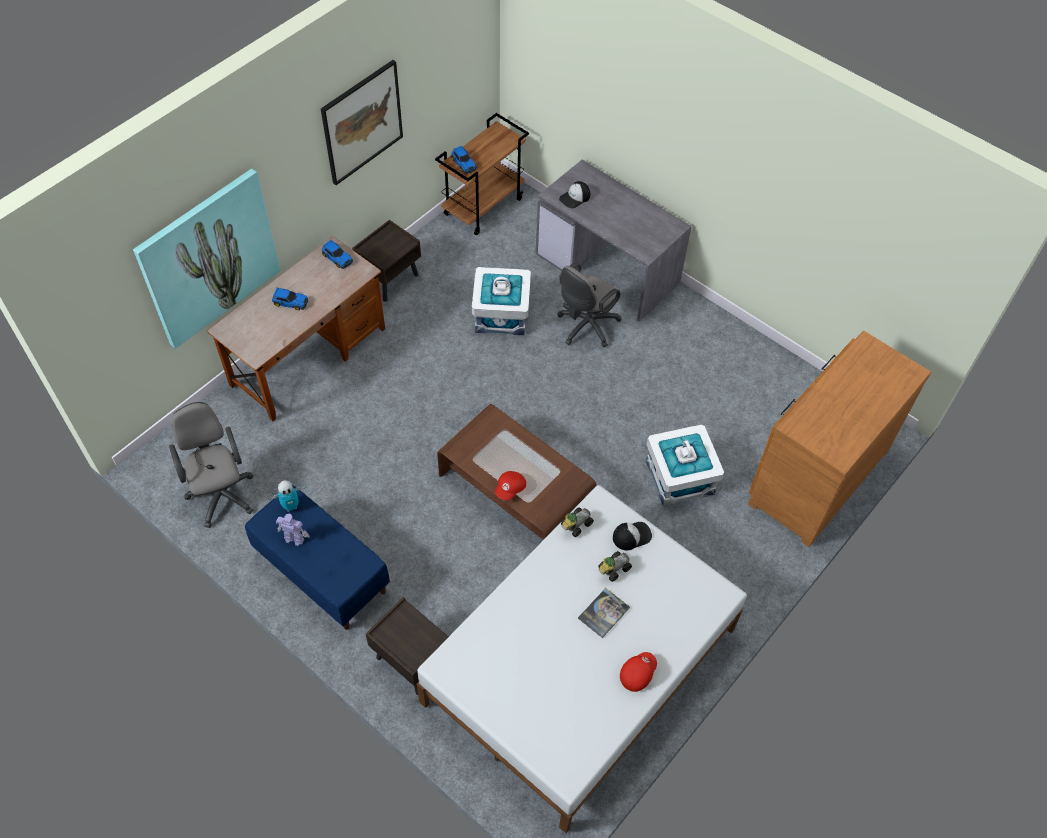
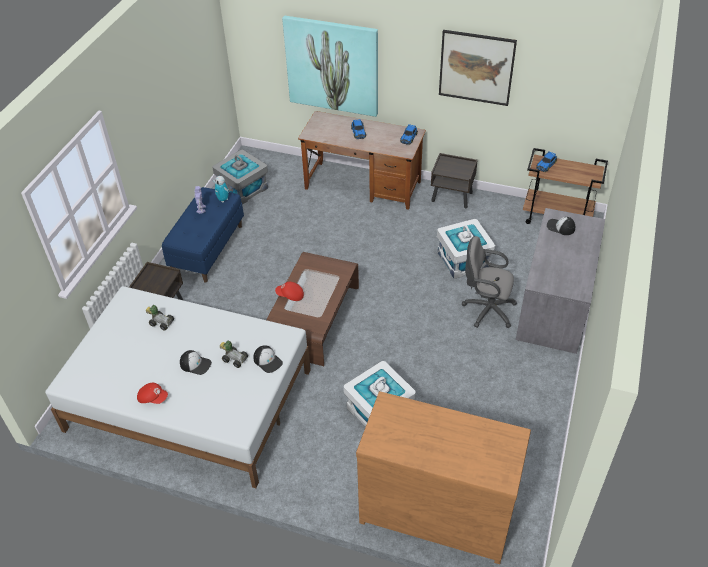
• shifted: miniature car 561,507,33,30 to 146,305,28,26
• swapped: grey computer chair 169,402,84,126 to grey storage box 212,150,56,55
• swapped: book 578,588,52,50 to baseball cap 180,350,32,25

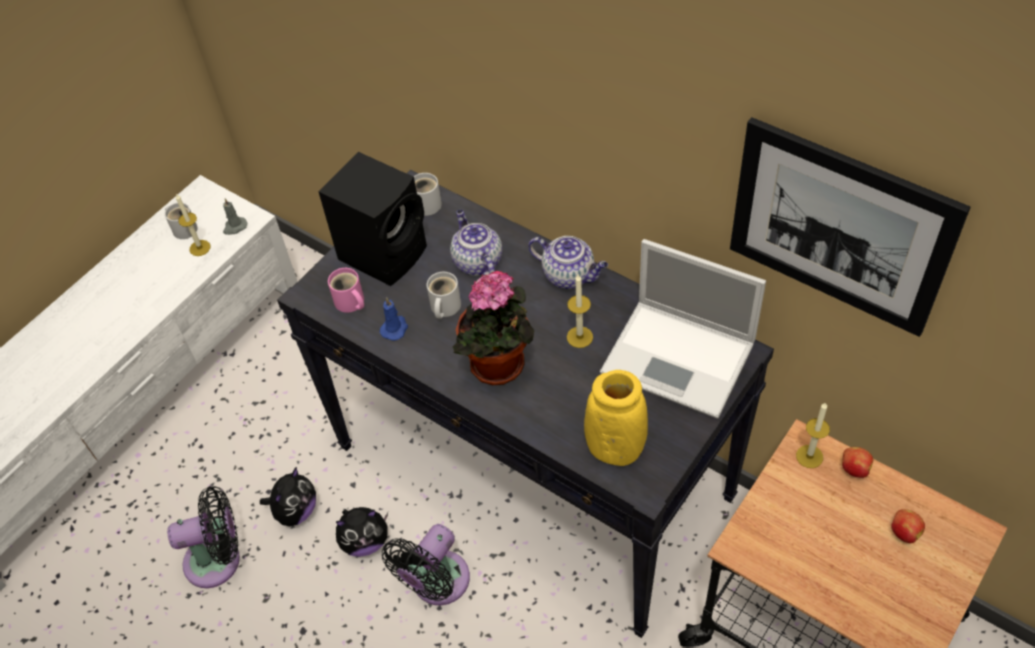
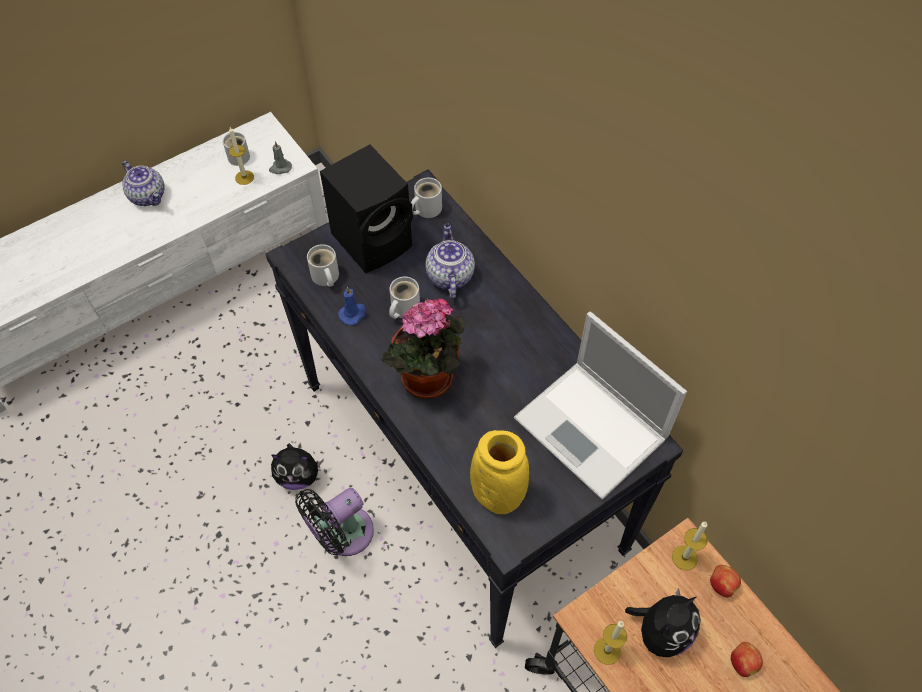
• gone: blackish fan 167,486,73,102
• gone: wall picture 730,117,241,220
• shifted: soft toy 260,467,56,59 to 625,589,76,68
• shifted: tea pot 529,236,79,53 to 122,161,43,45
• shifted: candle 567,275,26,73 to 594,621,33,44
• repainted: pink mug 328,268,36,45 to whitish mug 307,244,32,43

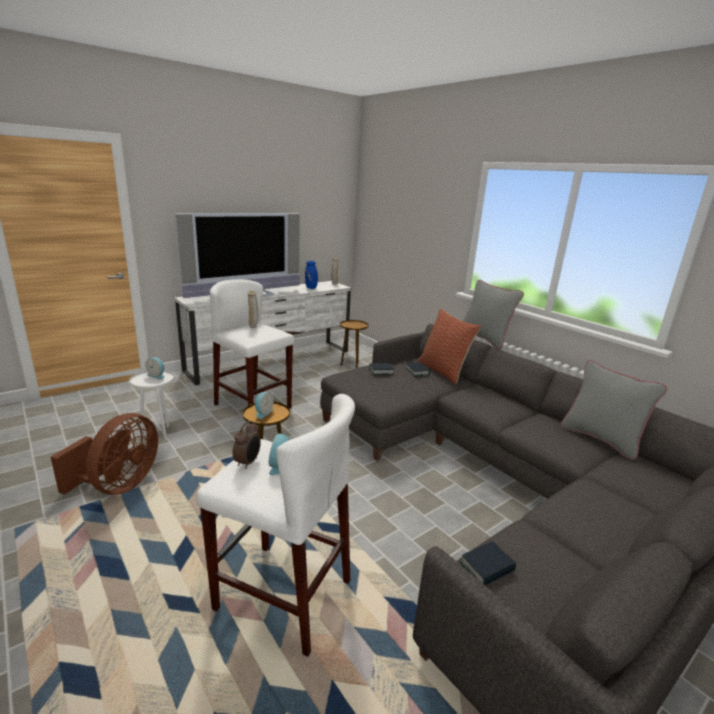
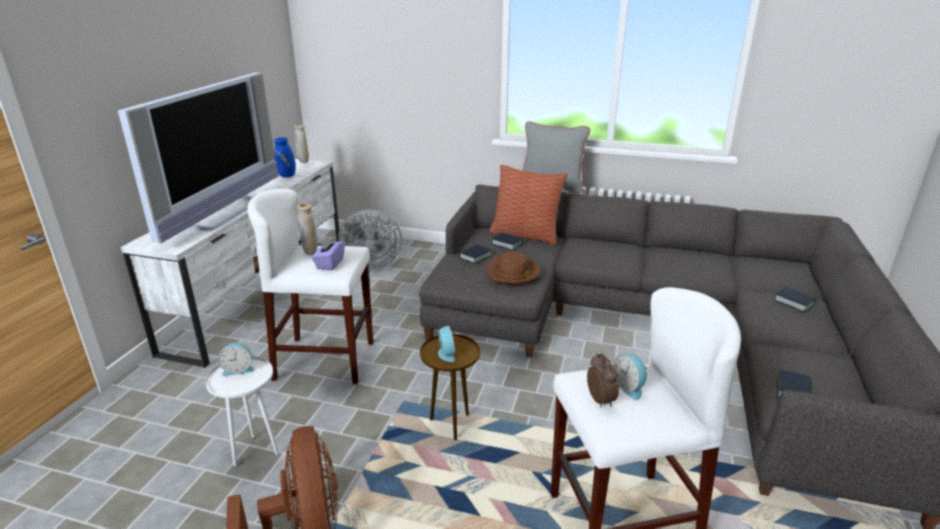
• gone: grey pillow 561,360,106,100
• new: purple-coloured tissue holder 312,236,33,34
• new: brown hat 486,251,55,34
• new: book 774,287,42,26
• swapped: brown accent table 340,320,29,48 to grey fan 338,209,64,61

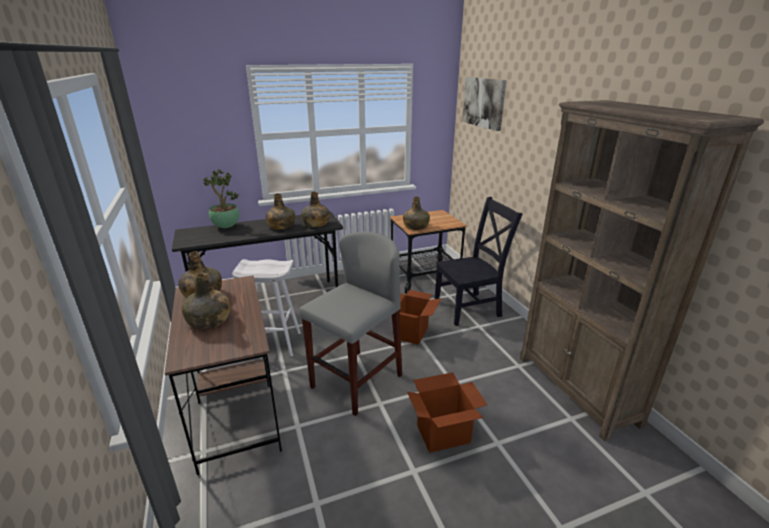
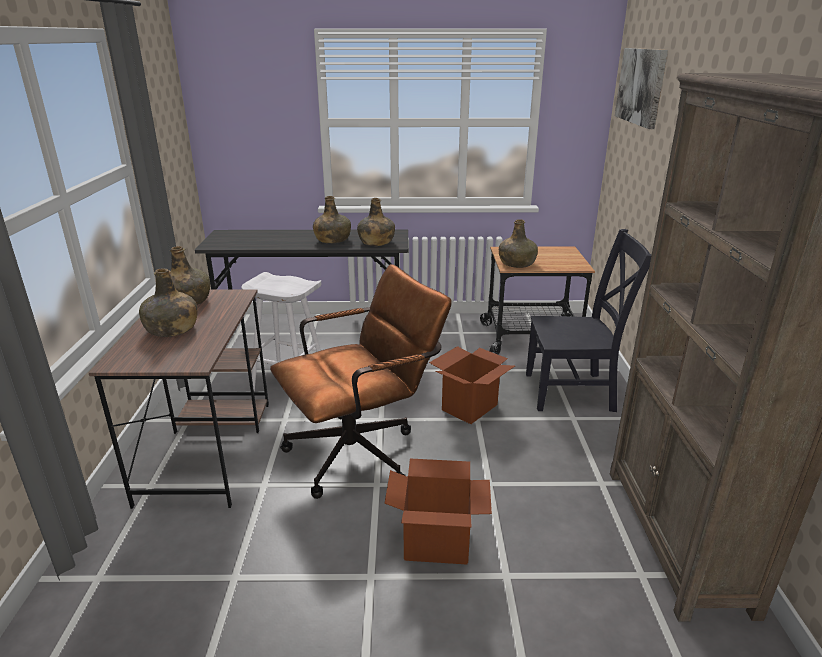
• gone: houseplant 203,169,36,59
• swapped: grey stool 299,232,103,184 to brown computer chair 270,264,182,235

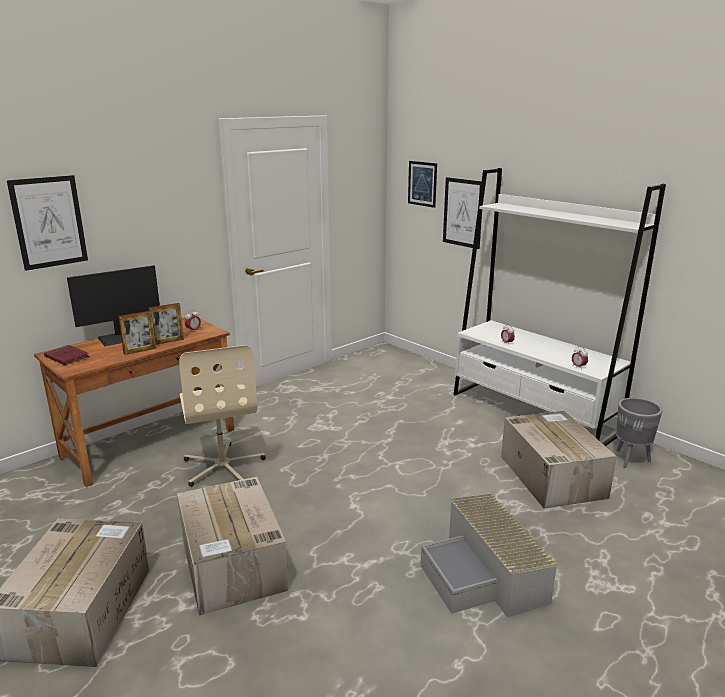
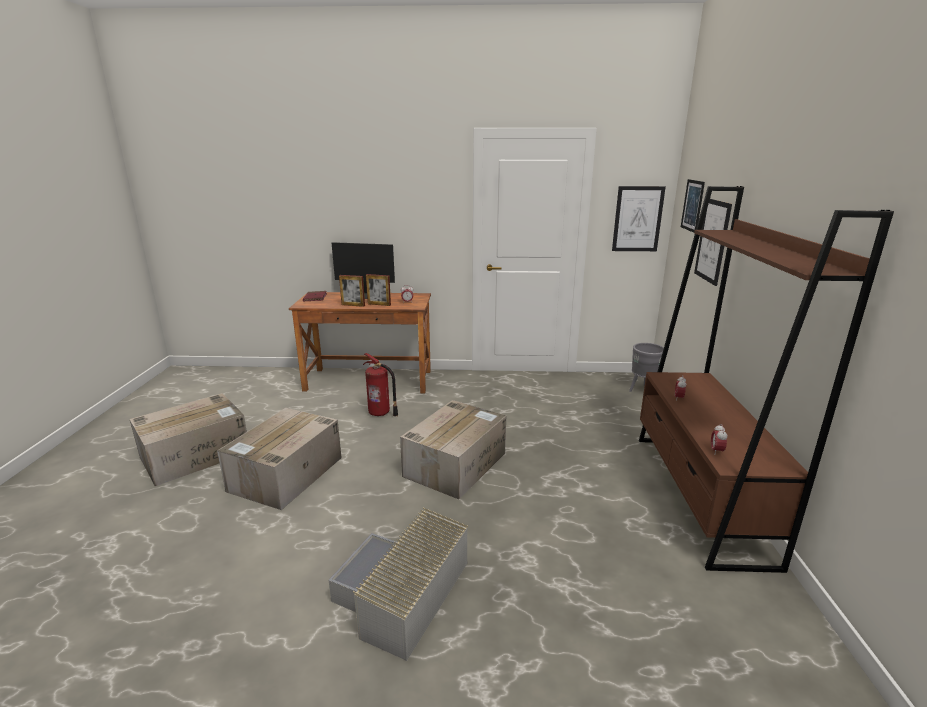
• shifted: wall picture 7,175,81,96 to 612,186,54,65
• shifted: packing box 501,411,116,98 to 400,400,106,100
• shifted: grey flower pot 616,398,46,70 to 629,343,35,49
• swapped: beige computer chair 179,345,87,142 to fire extinguisher 363,353,35,64
• repainted: whitish bookcase 454,168,212,278 to brown bookcase 639,186,255,387

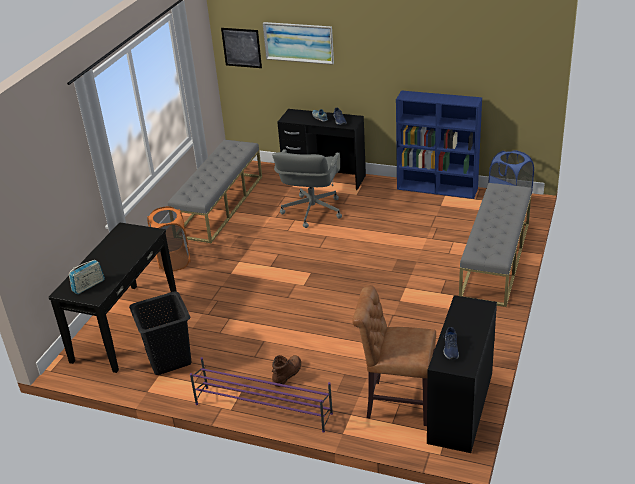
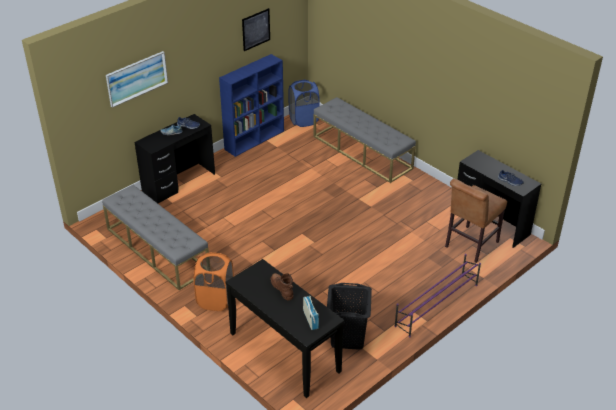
• gone: grey computer chair 272,150,70,78
• shifted: wall picture 221,28,41,40 to 242,8,28,43
• shifted: brown tall boot 272,355,29,32 to 270,273,24,27

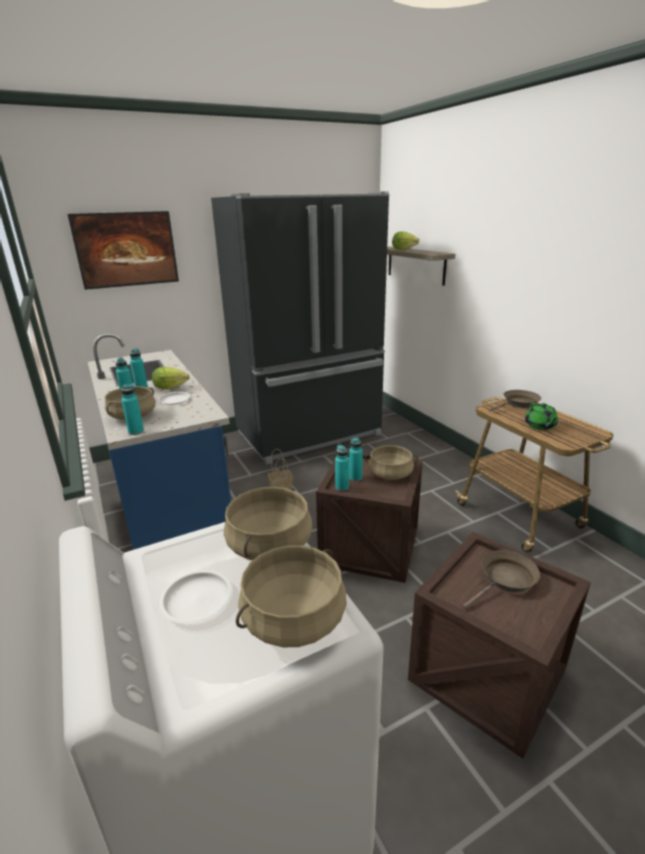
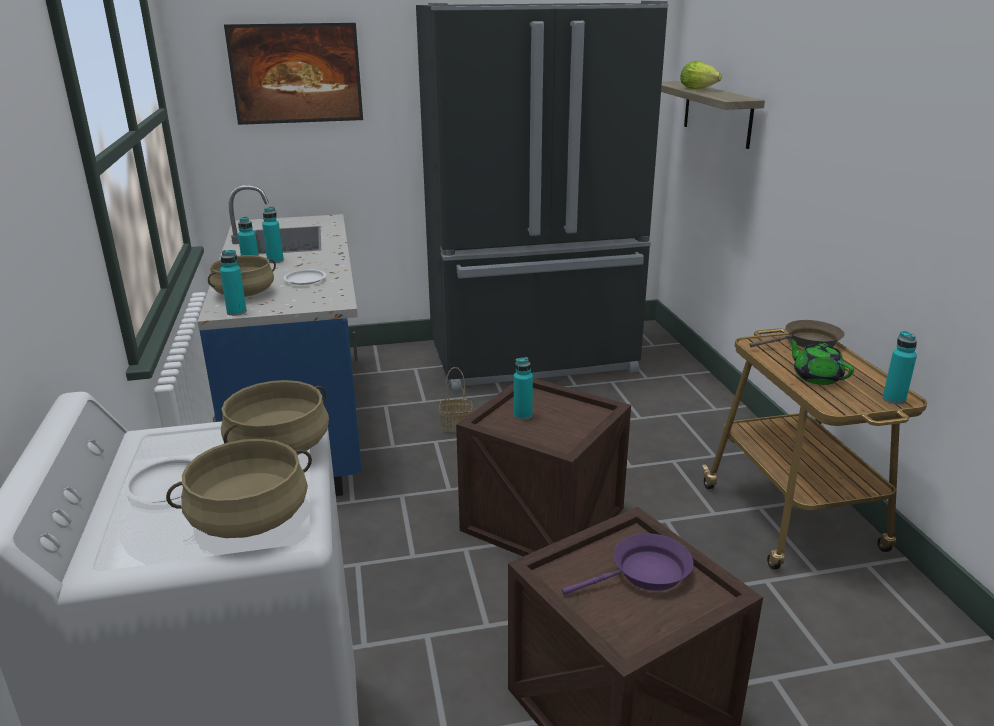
• gone: lettuce head 152,367,38,22
• gone: beige cooking pot 365,445,53,35
• shifted: turquoise-coloured beverage bottle 335,445,14,46 to 882,331,35,74
• repainted: brown frying pan 463,550,77,59 to purple-coloured frying pan 562,533,131,62
• rotated: greenish tea pot 525,403,33,27 = 788,338,66,47 135 degrees clockwise

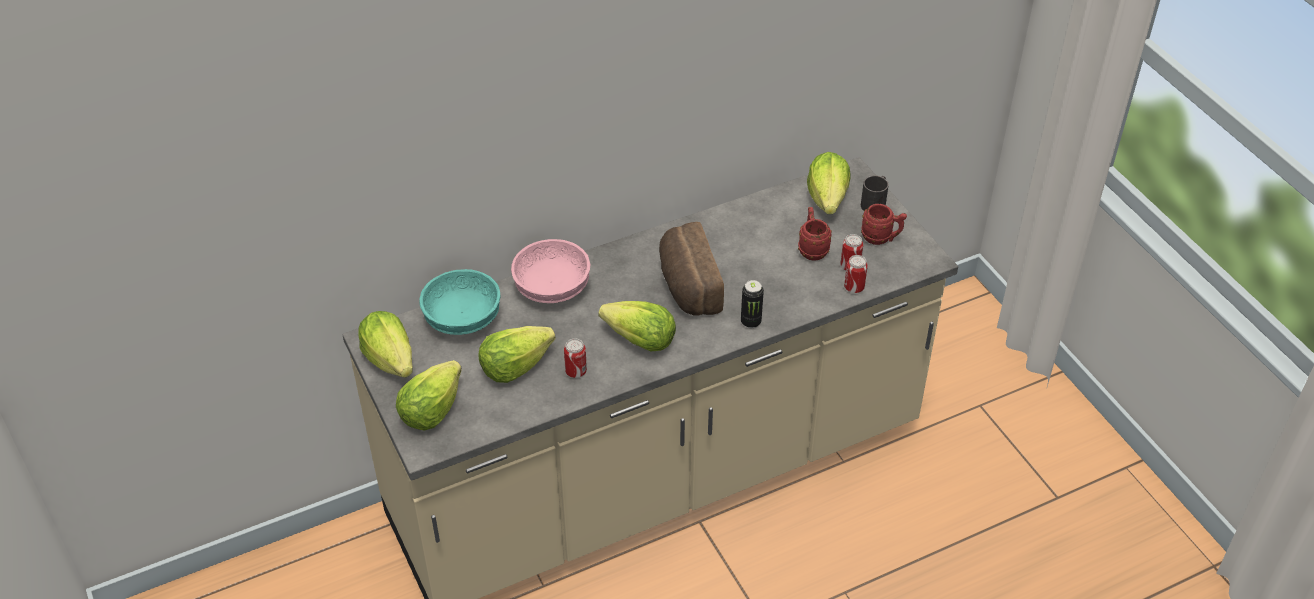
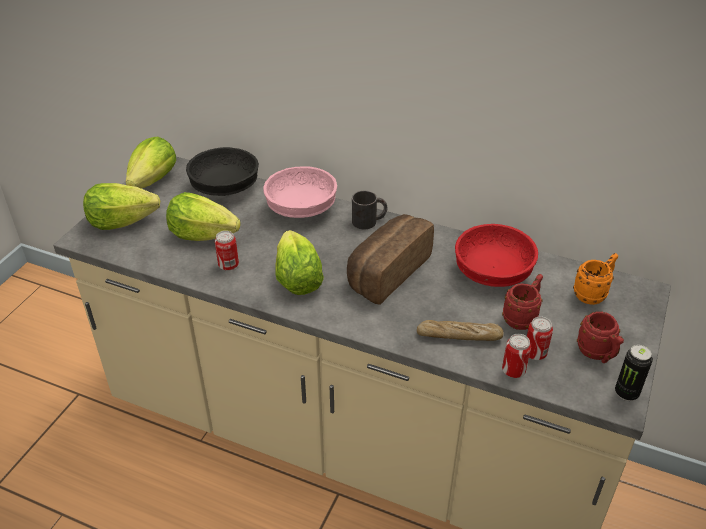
• new: bakery bread 417,320,87,21
• new: reddish serving bowl 455,224,83,63
• shifted: can 741,280,23,48 to 615,345,38,56
• shifted: blackish mug 861,176,28,35 to 352,191,35,38
• swapped: lettuce head 807,152,43,62 to orange-coloured mug 573,253,45,52
• repainted: turquoise-coloured serving bowl 419,269,81,66 to blackish serving bowl 186,147,73,49

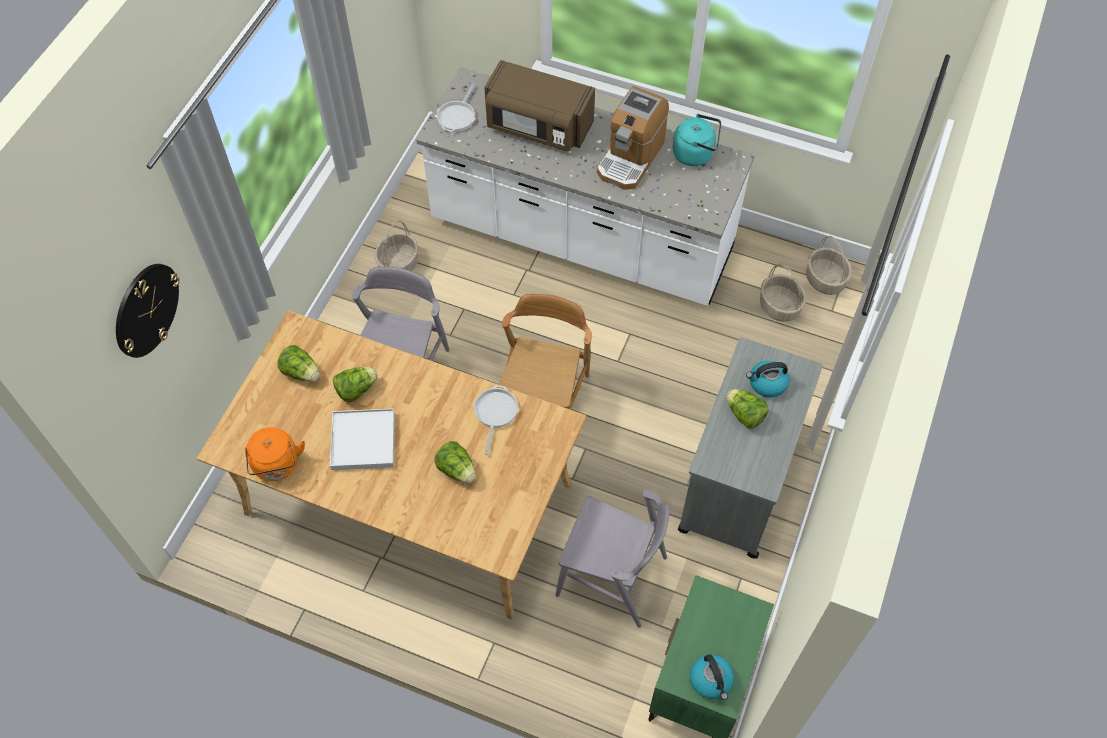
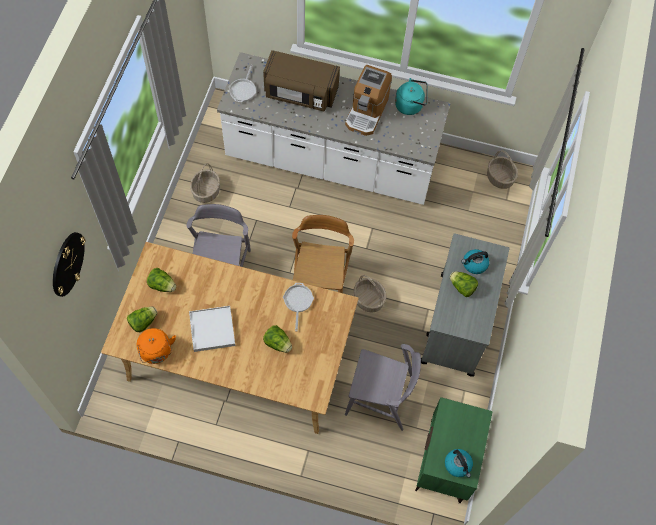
• shifted: lettuce head 333,367,45,35 to 127,307,30,25
• shifted: household basket 760,263,46,59 to 354,275,32,38

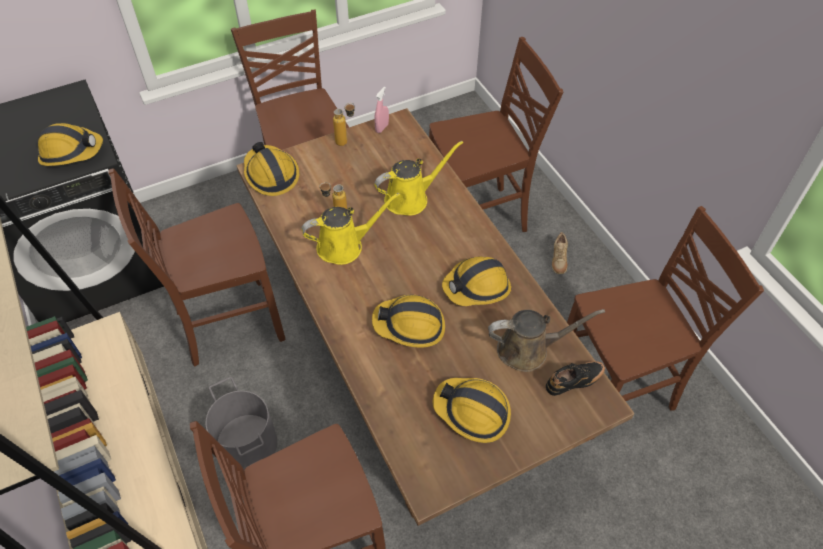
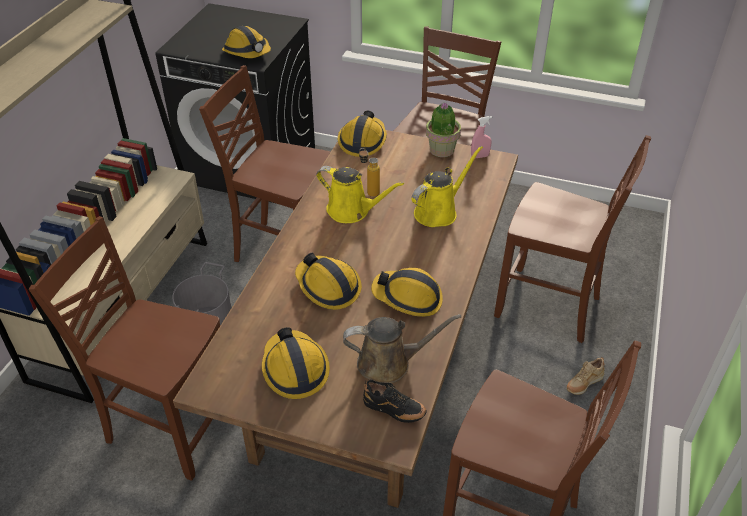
• swapped: beverage bottle 333,103,22,43 to houseplant 426,103,35,54
• rotated: yellowish watering pot 374,141,89,75 = 412,146,71,81 60 degrees counterclockwise
• rotated: brown watering pot 488,309,117,63 = 343,314,118,69 45 degrees counterclockwise

